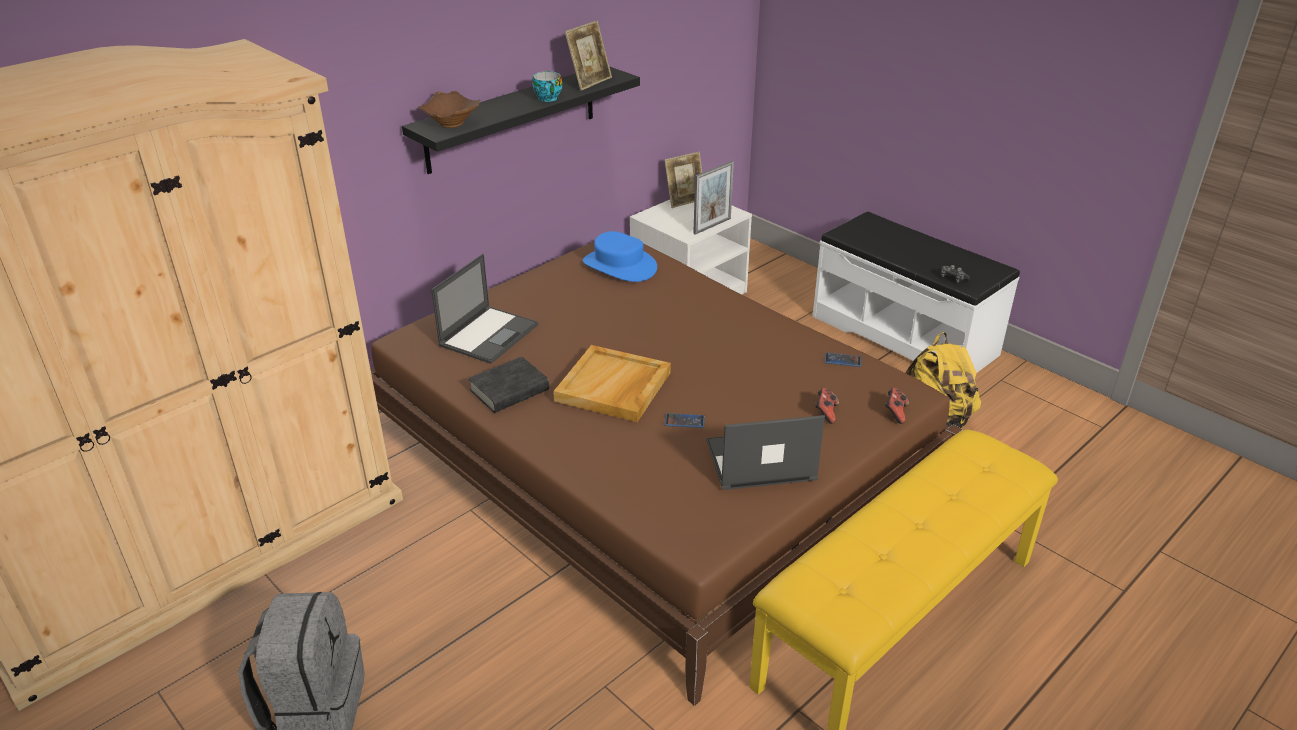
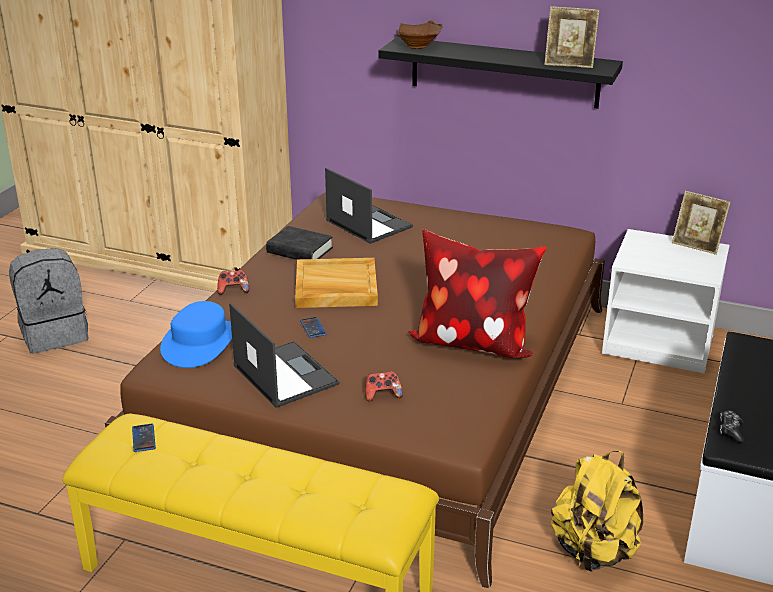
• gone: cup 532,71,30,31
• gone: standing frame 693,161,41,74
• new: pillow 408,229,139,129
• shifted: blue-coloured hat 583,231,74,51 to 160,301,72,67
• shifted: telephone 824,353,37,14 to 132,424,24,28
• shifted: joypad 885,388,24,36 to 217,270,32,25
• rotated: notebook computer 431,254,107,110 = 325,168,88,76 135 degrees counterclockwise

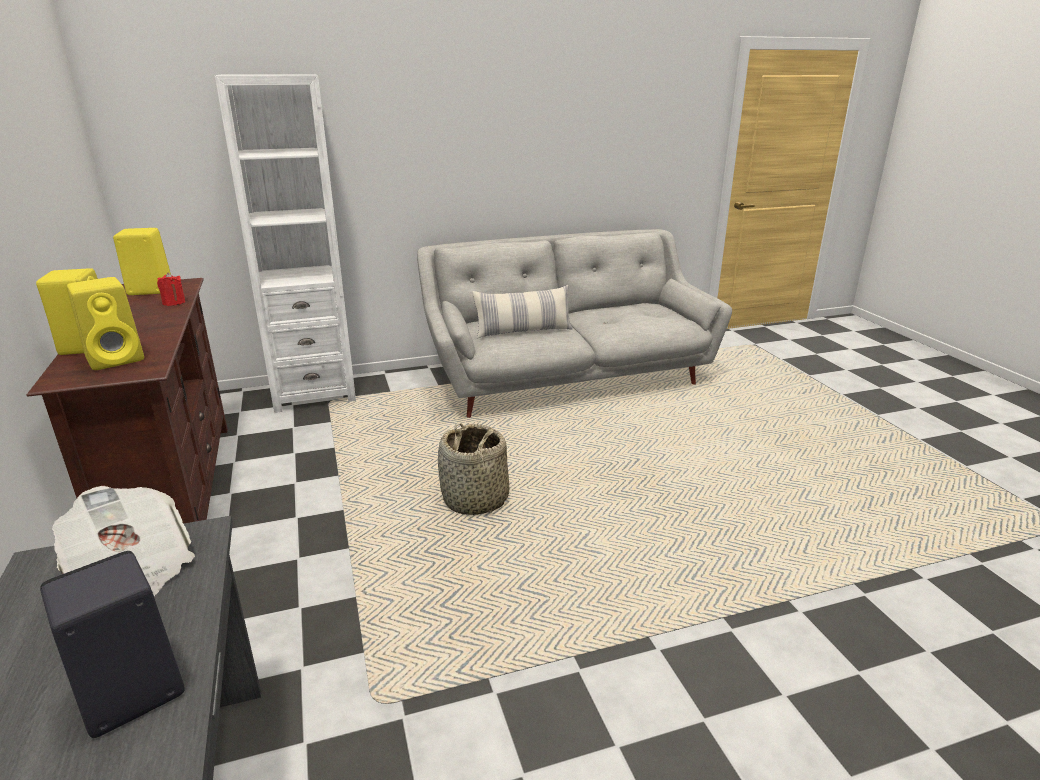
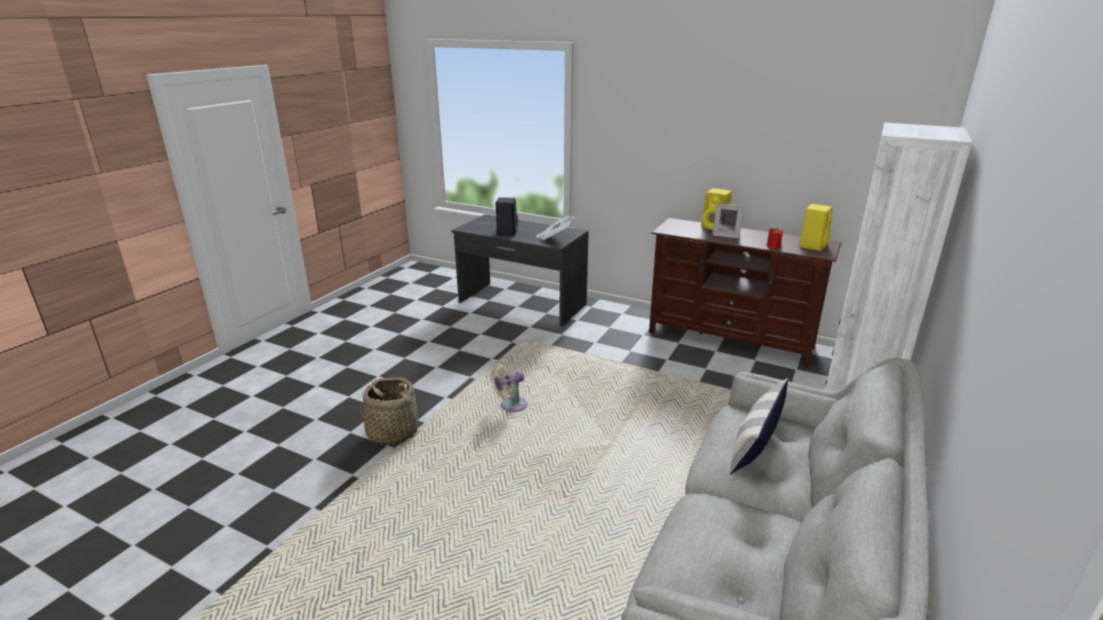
• gone: yellowish audio speaker 67,277,77,93
• new: beige fan 491,364,36,48
• new: standing frame 712,203,32,35
• shifted: household basket 438,423,71,92 to 360,377,59,69

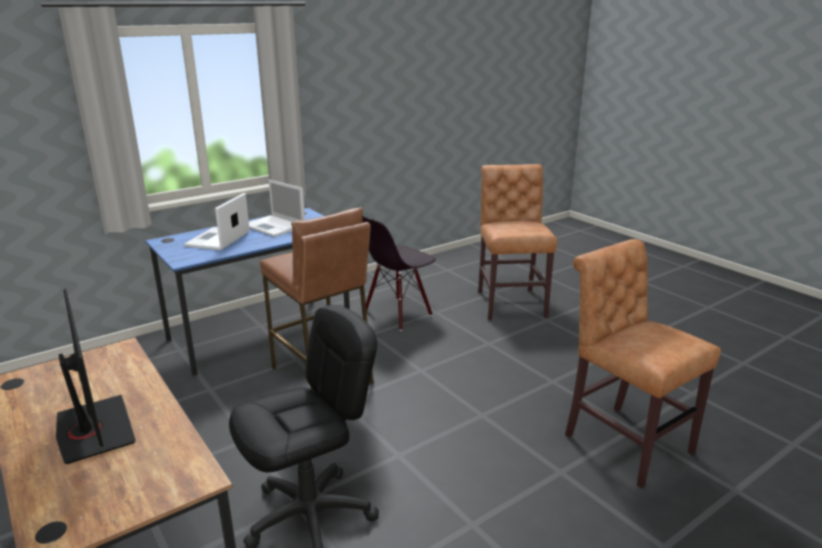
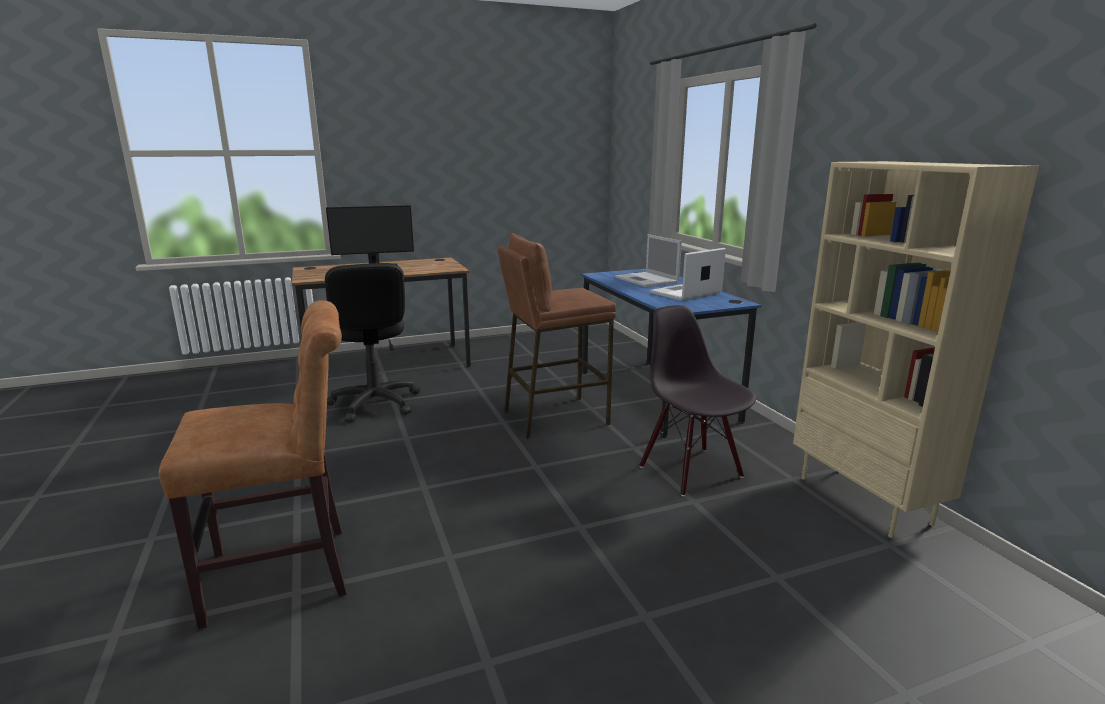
• gone: brown chair 478,164,79,156
• new: beige bookcase 793,161,246,377
• rotated: notebook computer 184,193,66,57 = 615,234,67,53 150 degrees counterclockwise

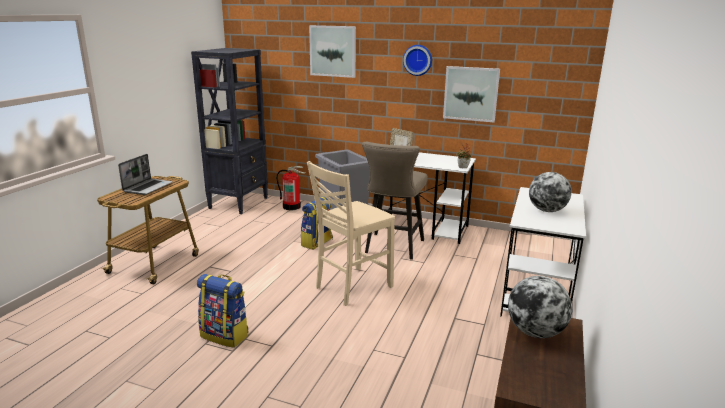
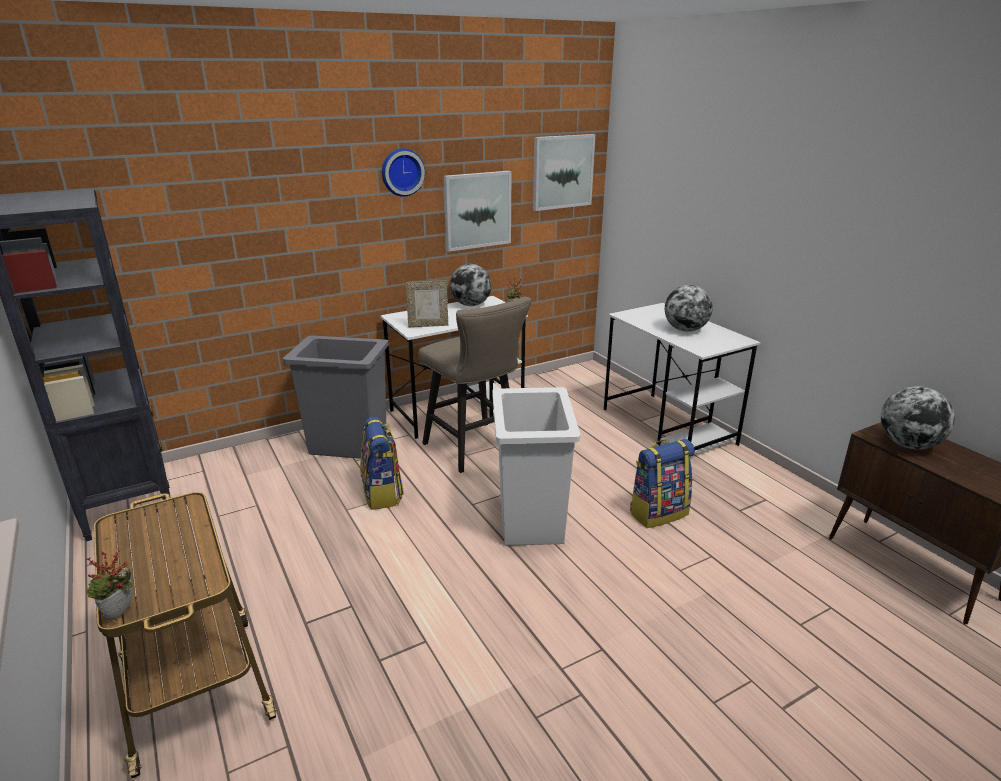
• gone: notebook computer 118,154,55,41
• gone: fire extinguisher 276,166,29,44
• new: houseplant 86,550,47,71
• new: desk globe 450,264,42,42
• shifted: backpack 197,274,52,74 to 630,439,65,89
• shifted: wall picture 309,25,47,53 to 533,134,62,77
• swapped: beige chair 307,161,88,145 to whitish waste bin 492,387,88,159

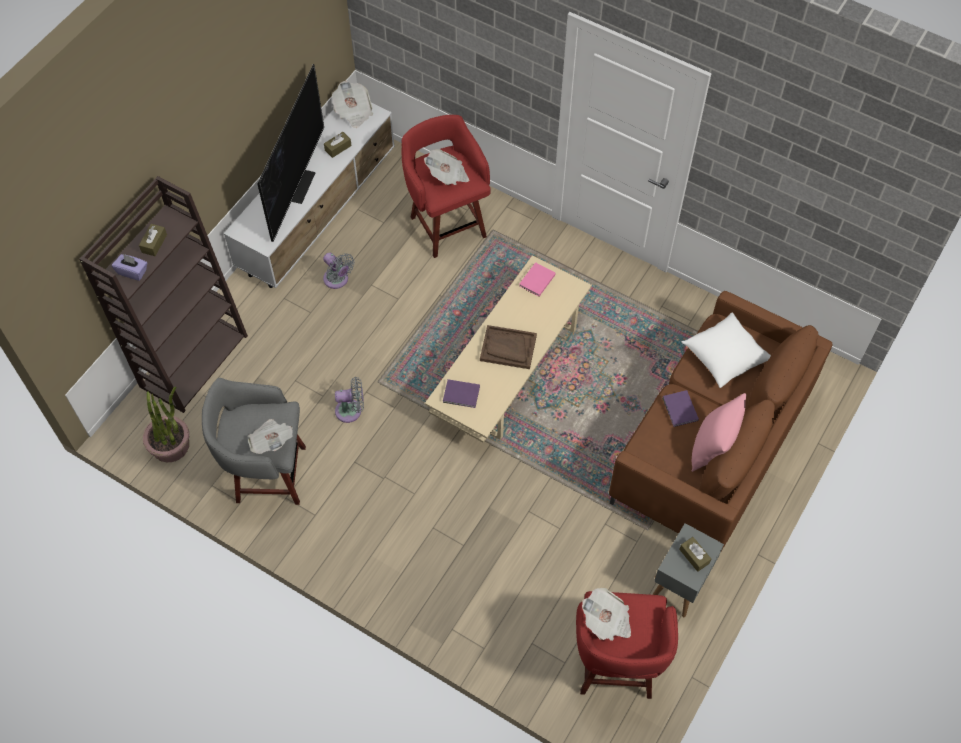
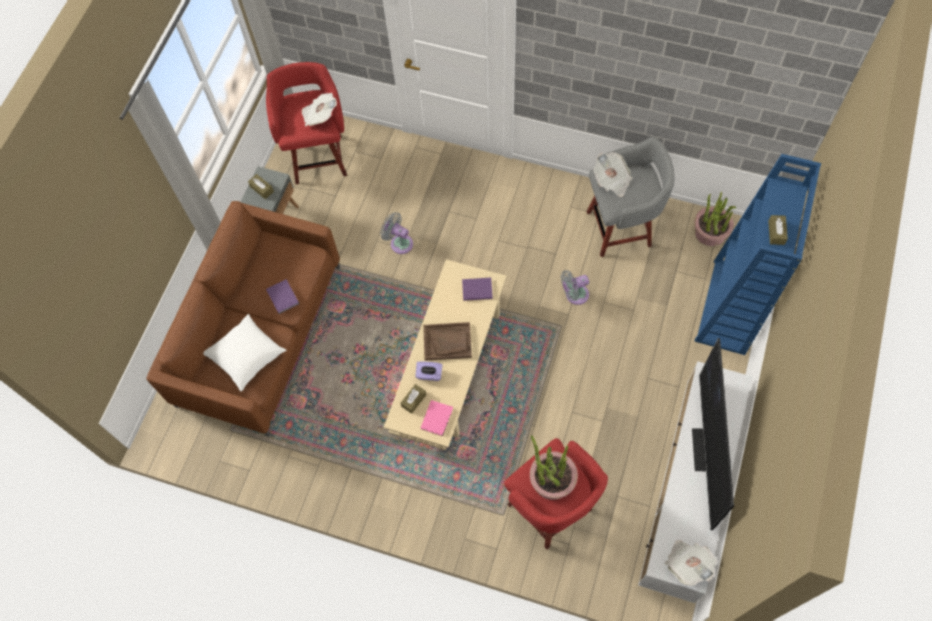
• gone: pink pillow 692,393,54,79
• shifted: purple-coloured tissue holder 112,254,35,27 to 415,361,27,20
• shifted: grey fan 323,253,31,36 to 380,212,33,42
• shifted: brown tissue holder 324,132,28,26 to 401,384,25,30
• swapped: daily paper 424,149,45,36 to houseplant 530,435,48,65
• repainted: brown bookcase 80,176,168,237 to blue-coloured bookcase 694,154,127,201

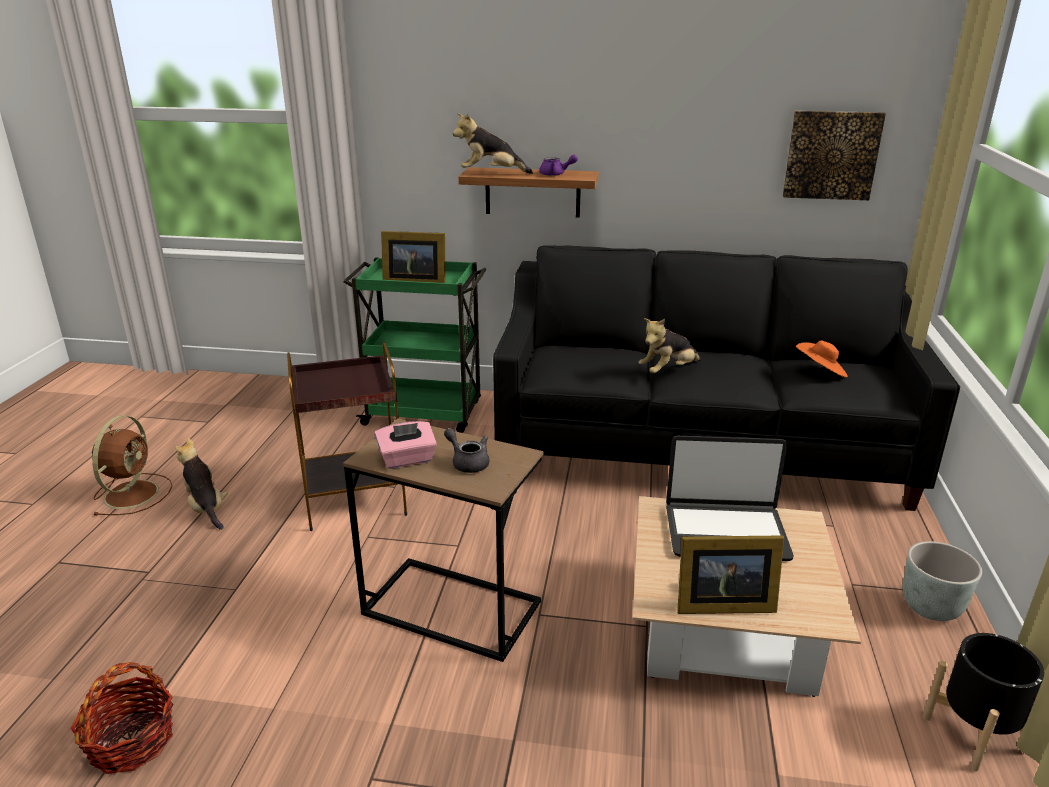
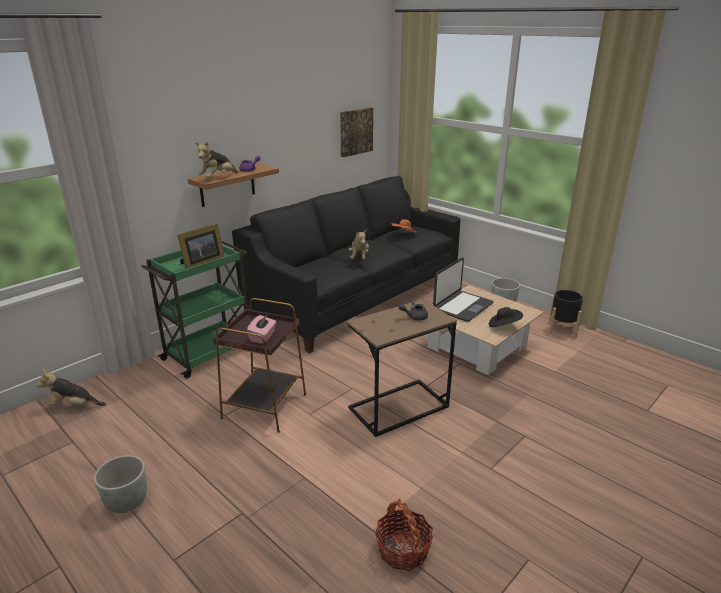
• shifted: soft toy 175,438,53,92 to 37,369,69,37
• shifted: pink tissue holder 374,421,63,48 to 247,315,29,29
• swapped: brown fan 92,415,80,101 to grey flower pot 94,455,53,58
• swapped: standing frame 677,535,107,79 to blackish hat 489,307,34,20

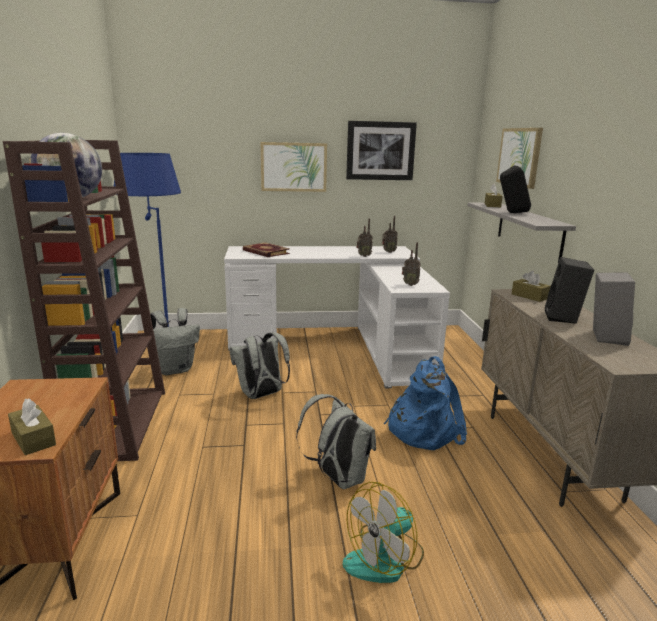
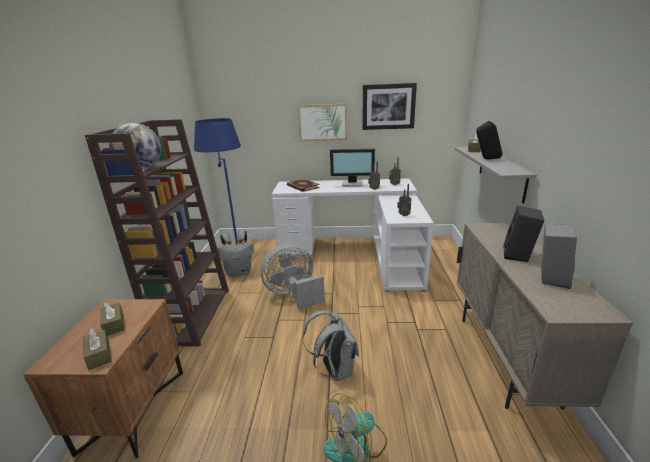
• gone: blue-coloured backpack 384,356,83,94
• gone: wall picture 496,128,47,61
• new: computer display 330,149,45,38
• shifted: brown tissue holder 512,271,39,31 to 100,302,25,34
• swapped: grey backpack 229,332,61,67 to grey fan 260,244,65,66

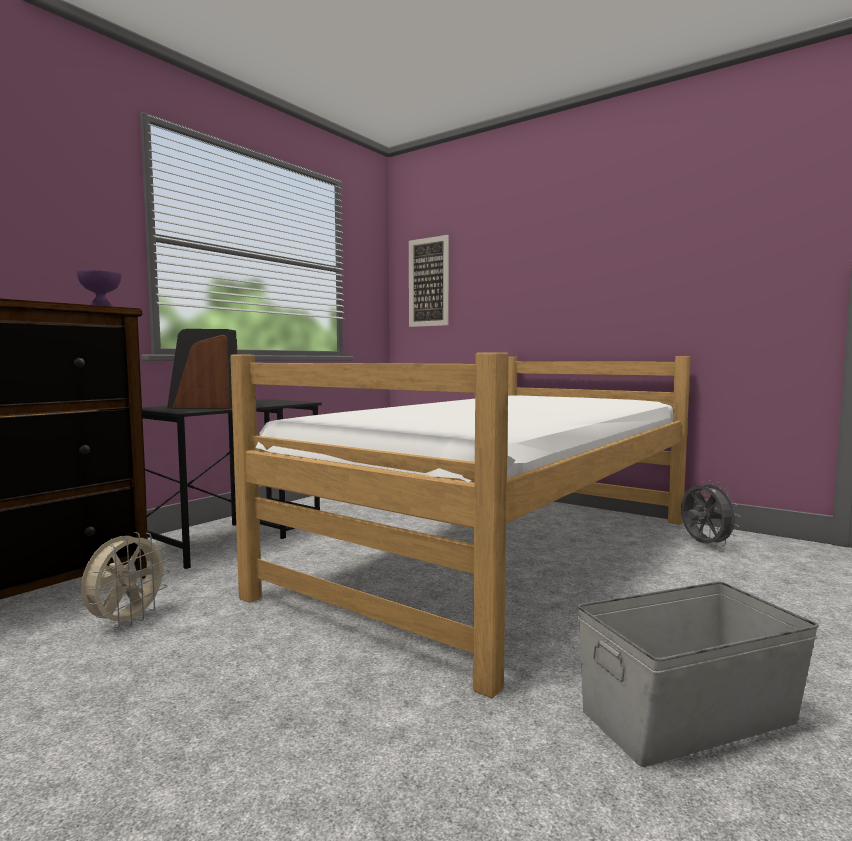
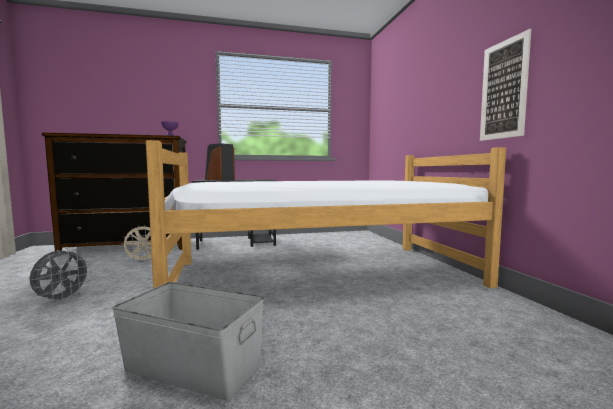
• shifted: wall picture 409,235,40,92 to 480,29,51,112
• shifted: grey fan 681,480,60,66 to 30,248,61,55

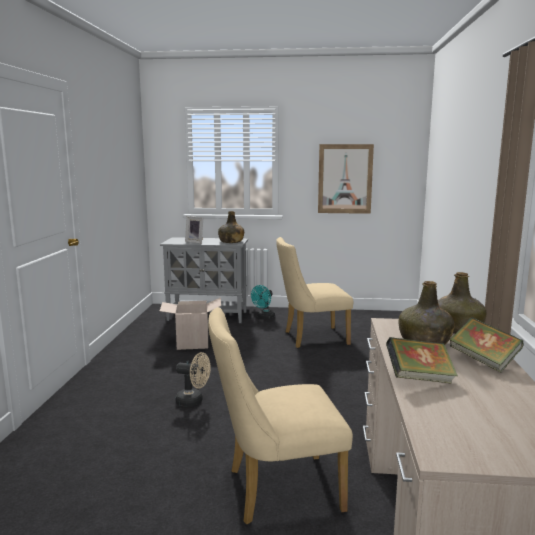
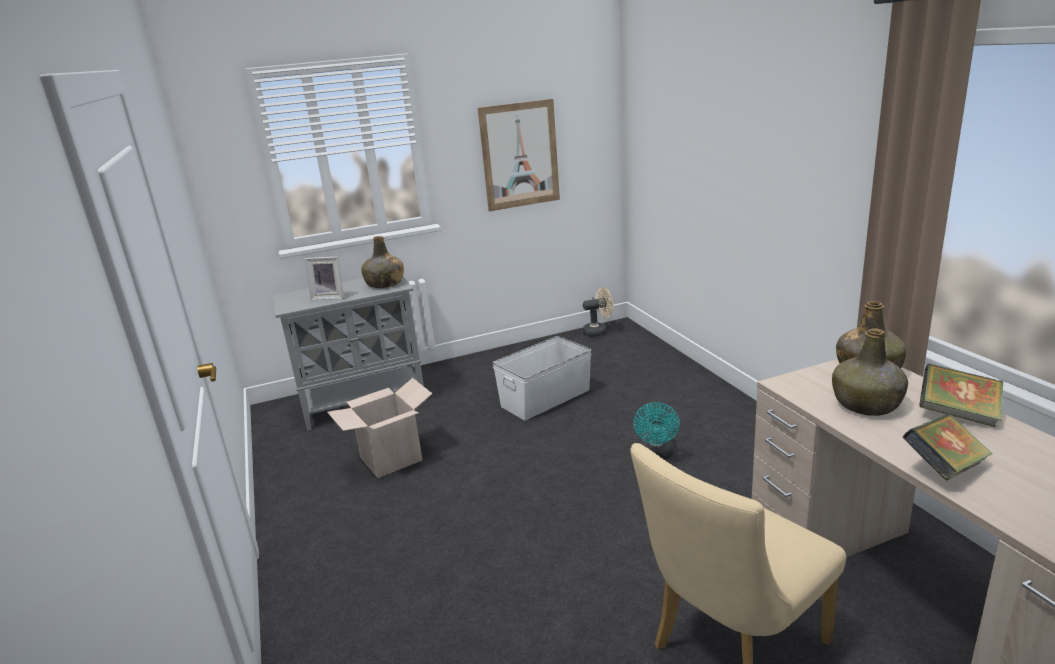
• shifted: beige fan 175,352,36,54 to 583,287,30,50
• shifted: turquoise-coloured fan 251,285,24,34 to 633,402,47,58
• swapped: beige chair 276,237,77,111 to whitish storage box 493,336,99,84

